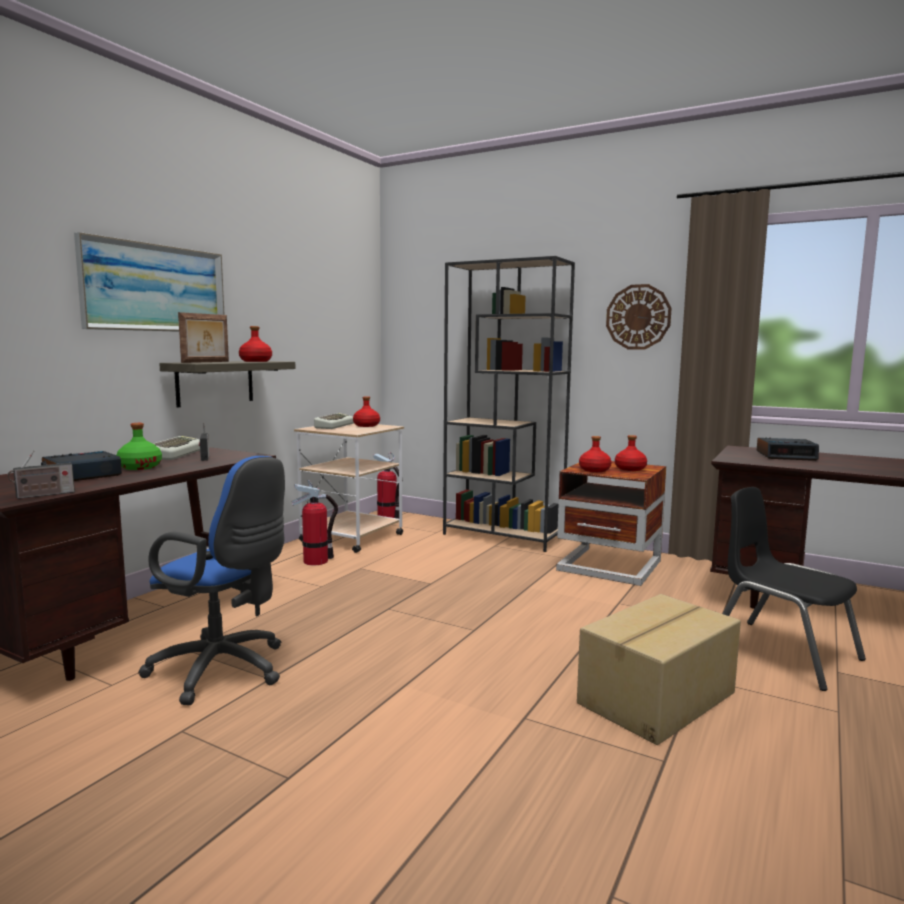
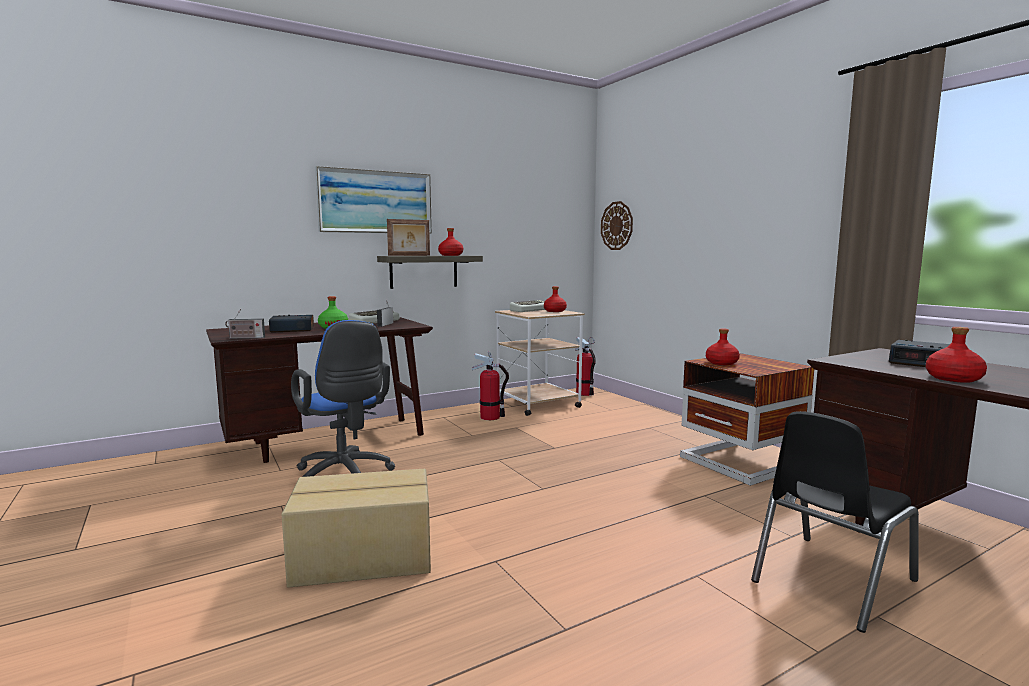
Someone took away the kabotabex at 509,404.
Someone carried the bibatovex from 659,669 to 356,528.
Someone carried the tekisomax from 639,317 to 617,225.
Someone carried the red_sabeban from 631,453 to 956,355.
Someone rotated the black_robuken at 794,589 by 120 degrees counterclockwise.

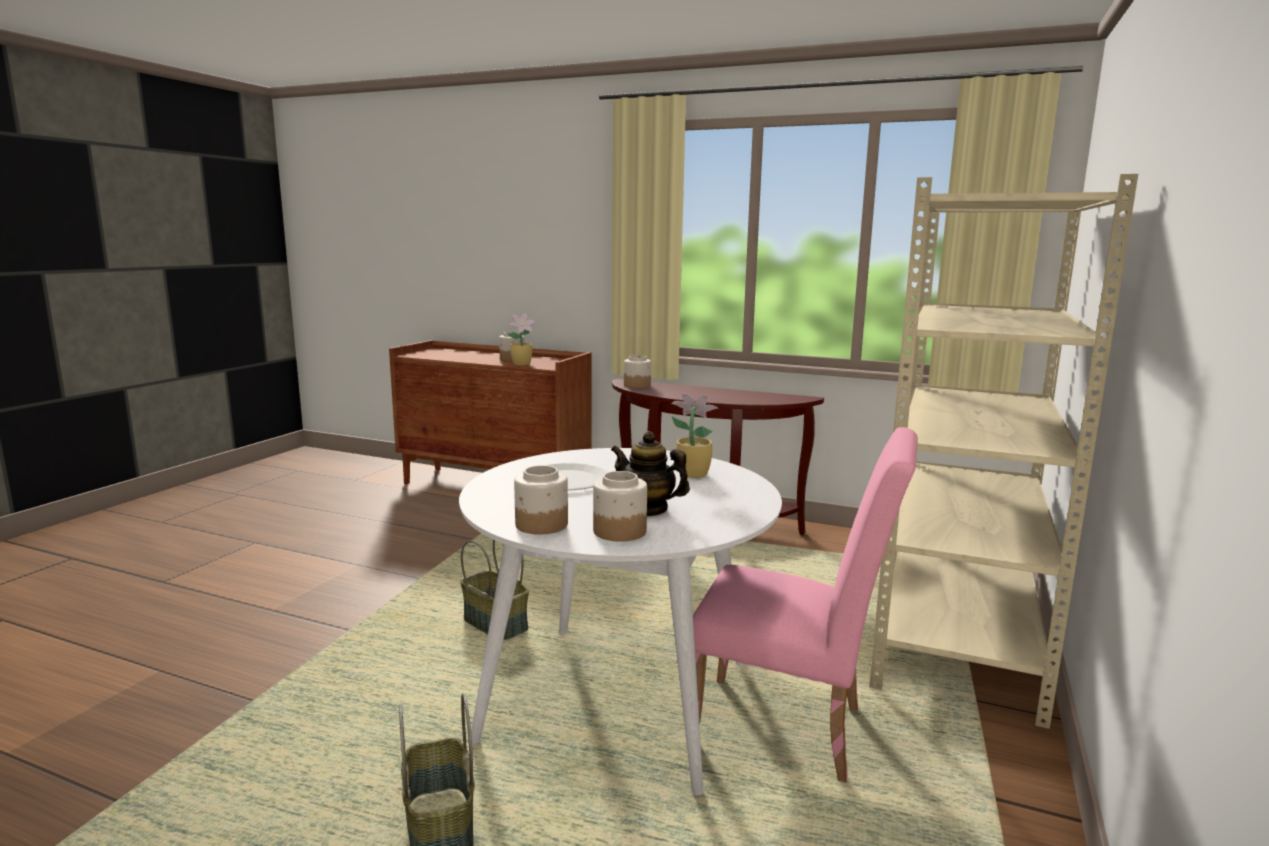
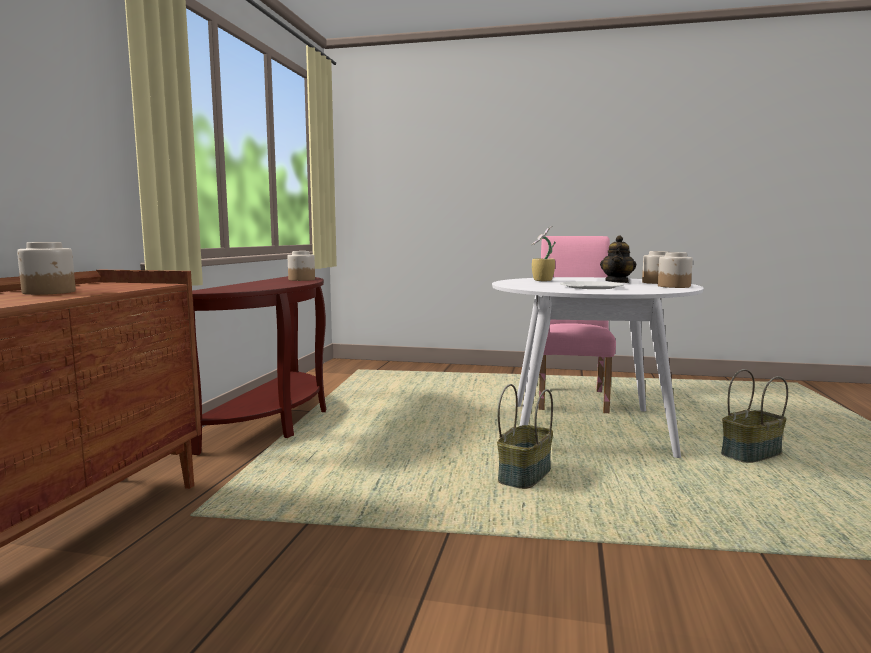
Someone took away the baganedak at 521,339.
Someone carried the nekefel from 637,371 to 301,266.
Someone took away the beige_kabotabex at 1003,451.

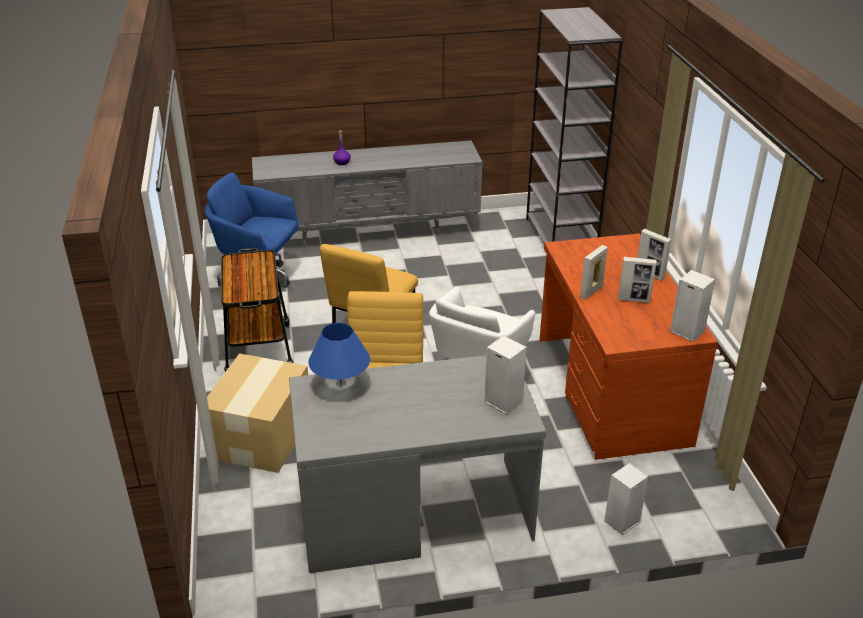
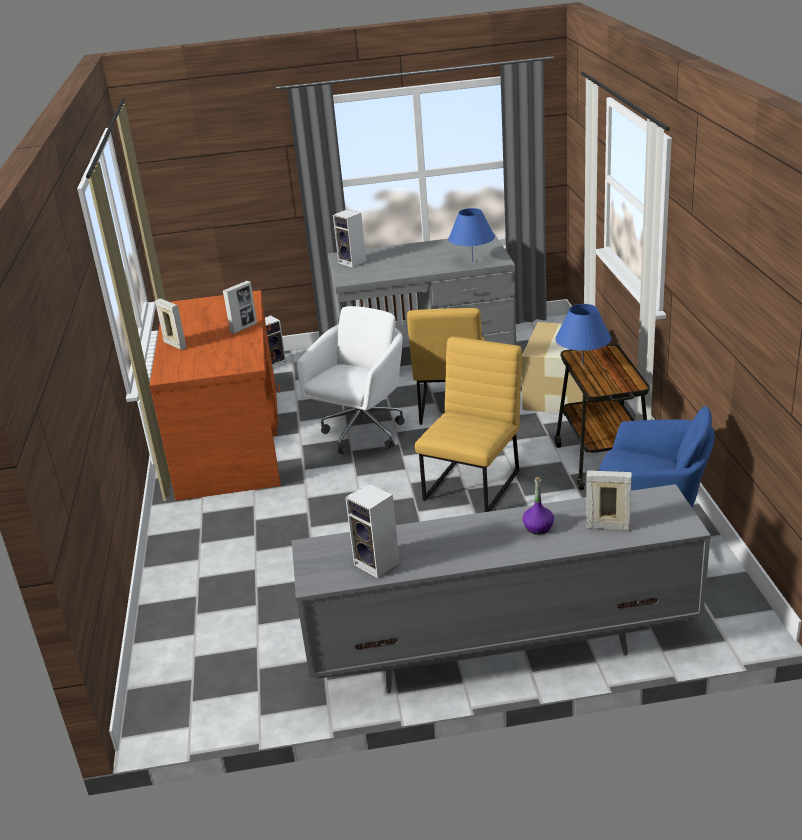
Someone took away the grey_kabotabex at 574,125.
Someone carried the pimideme from 637,280 to 609,500.
Someone carried the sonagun from 692,306 to 372,530.
Someone put down the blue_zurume at 583,329.

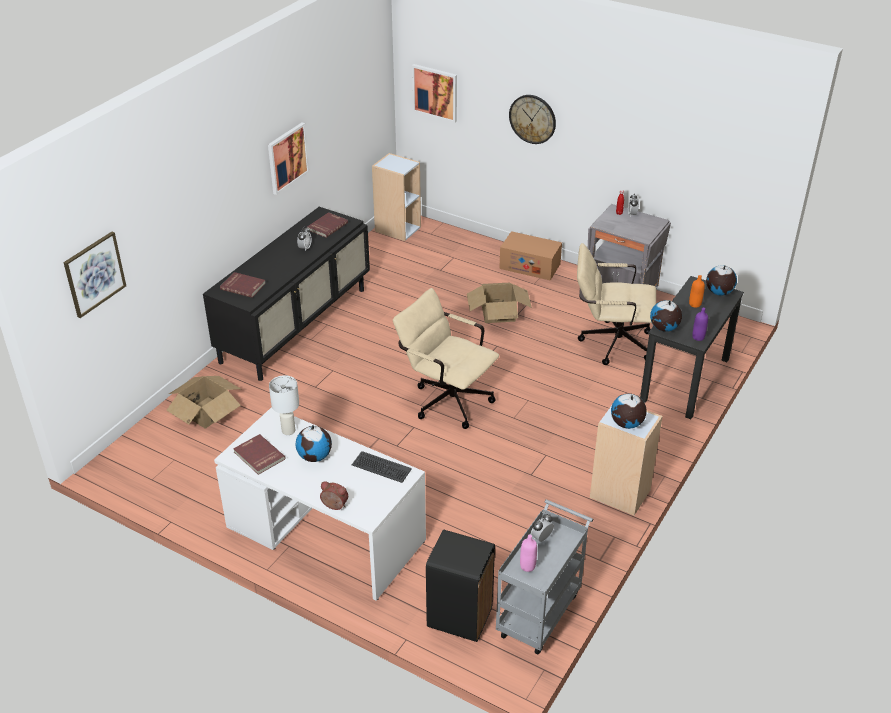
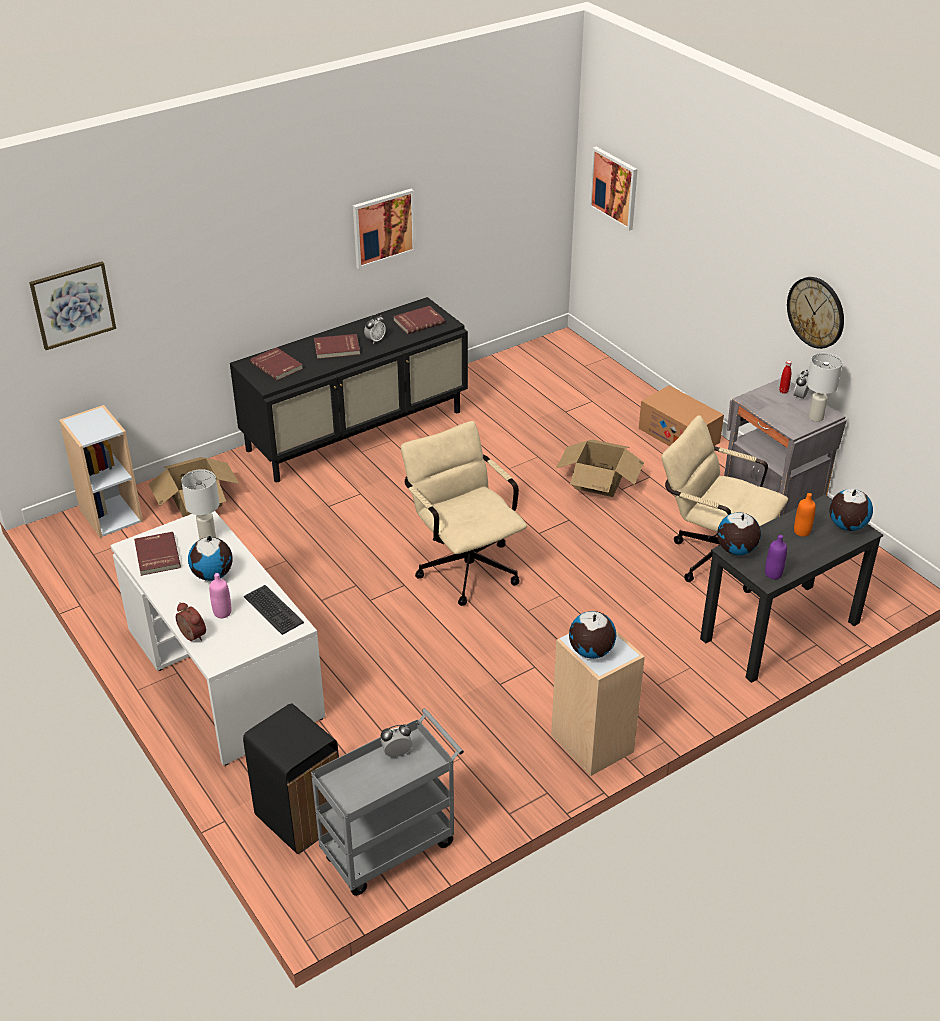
Someone carried the kabotabex from 396,197 to 101,471.
Someone carried the tekisomax from 532,119 to 815,313.
Someone carried the pink_sabeban from 528,553 to 220,595.
Someone put down the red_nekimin at 337,346.
Someone put down the white_zurume at 825,387.

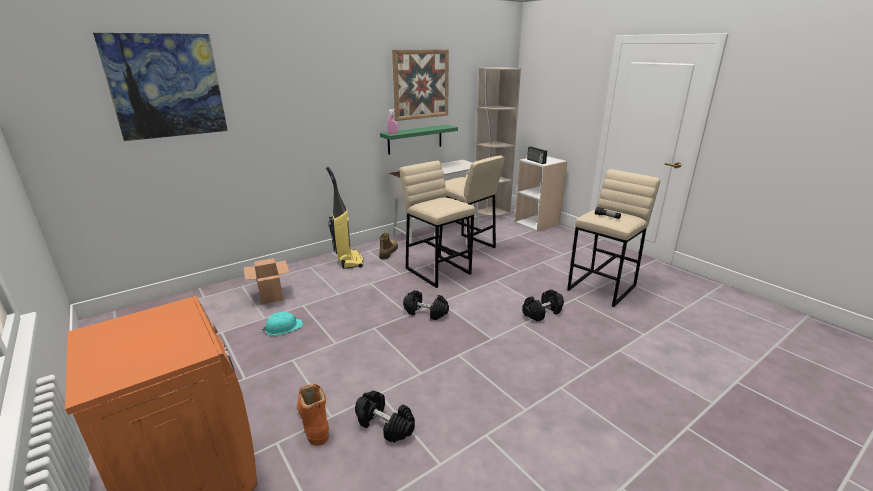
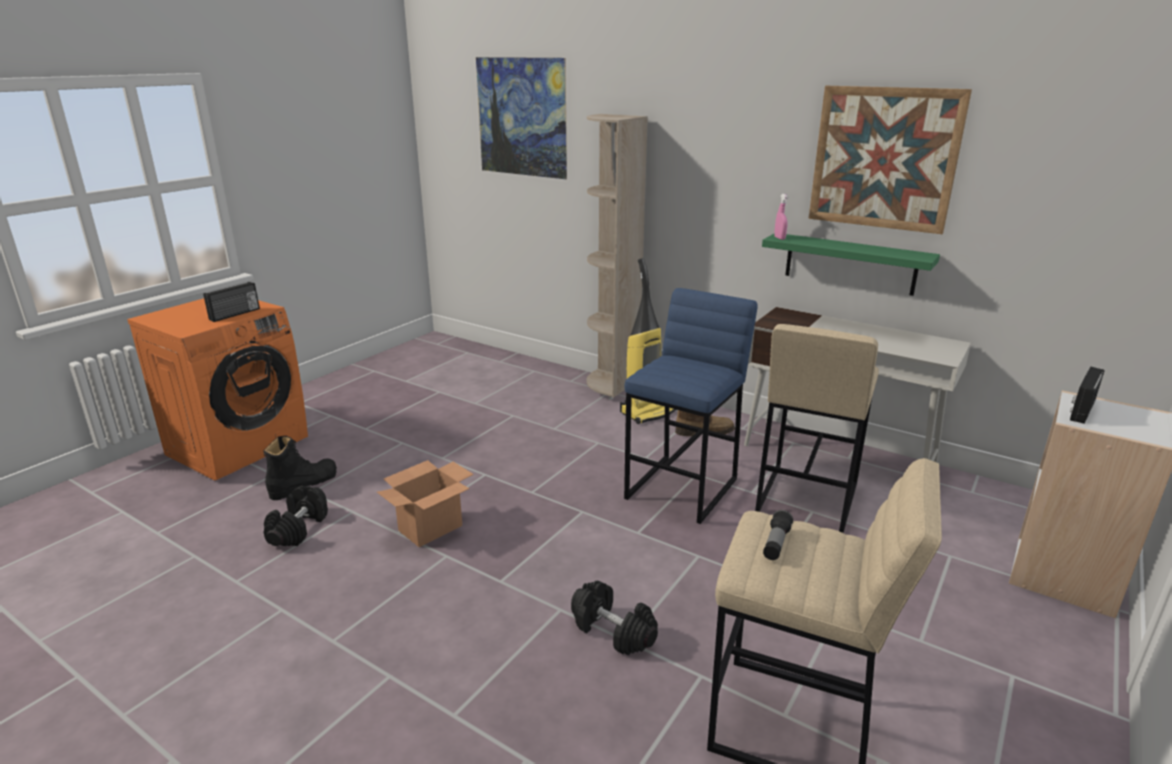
Someone carried the bibatovex from 267,281 to 425,503.
Someone took away the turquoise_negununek at 282,323.
Someone repainted the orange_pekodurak at 313,415, which became the black_pekodurak at 300,468.
Someone repainted the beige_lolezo at 437,224, which became the blue_lolezo at 691,406.
Someone took away the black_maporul at 426,305.
Someone carried the beige_kabotabex from 497,142 to 617,257.
Someone put down the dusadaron at 231,302.

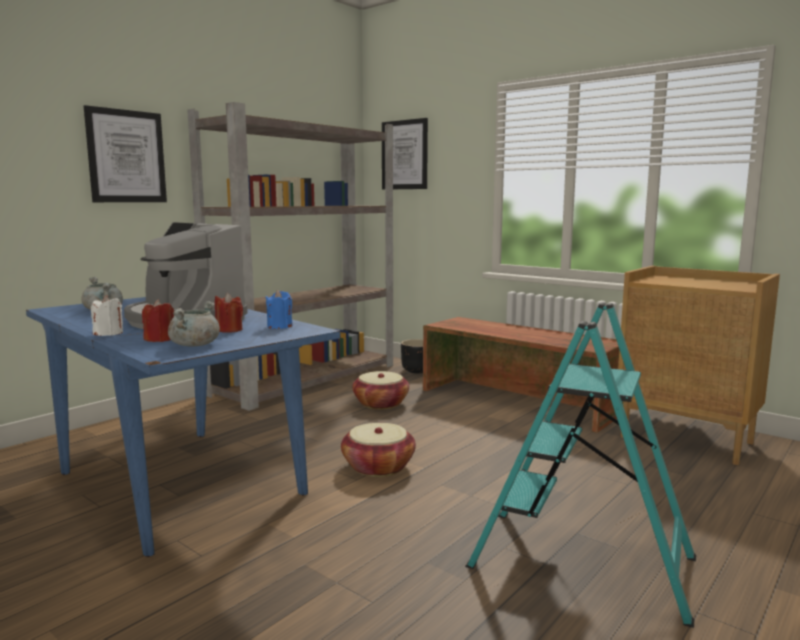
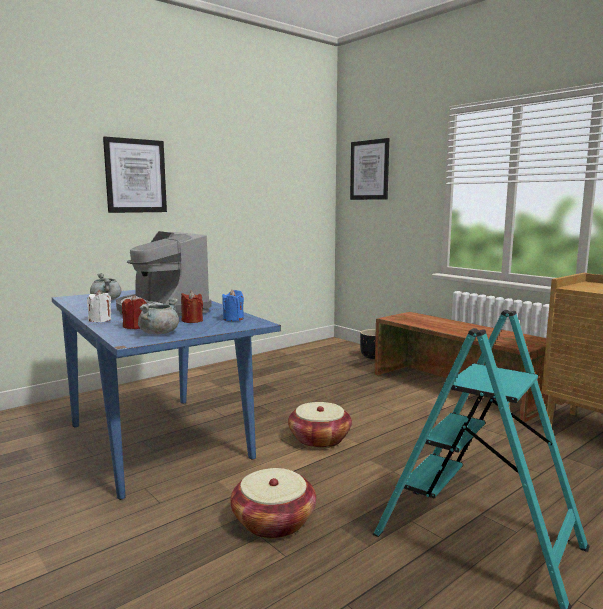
Someone took away the brown_kabotabex at 290,256.
Someone carried the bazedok from 380,390 to 273,503.

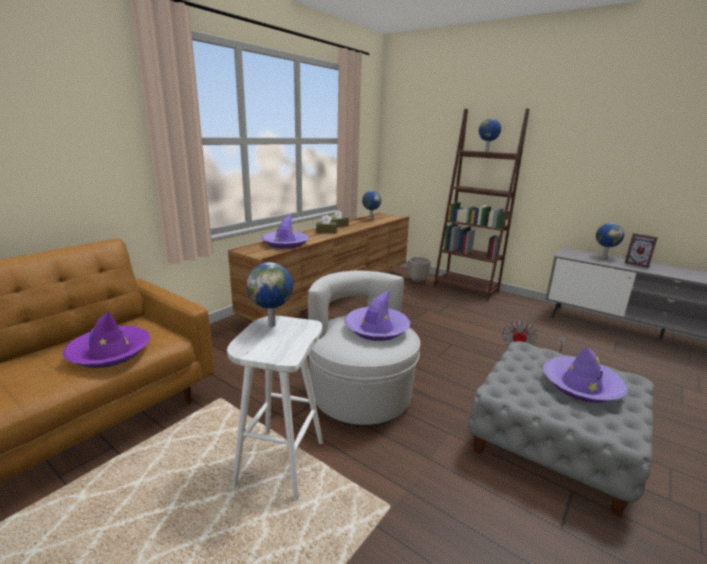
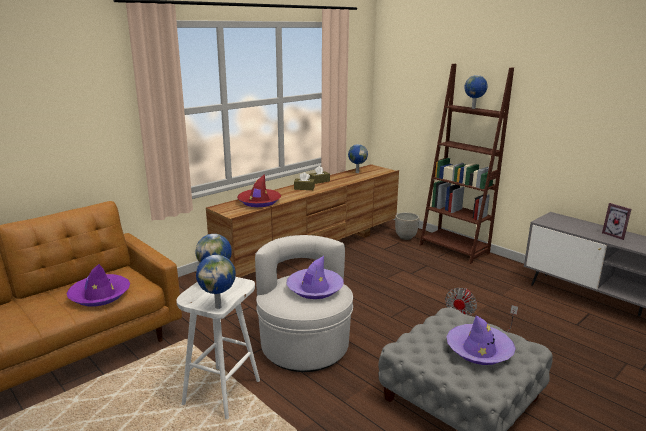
Someone repainted the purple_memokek at 285,231, which became the red_memokek at 259,190.
Someone carried the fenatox from 610,240 to 216,282.

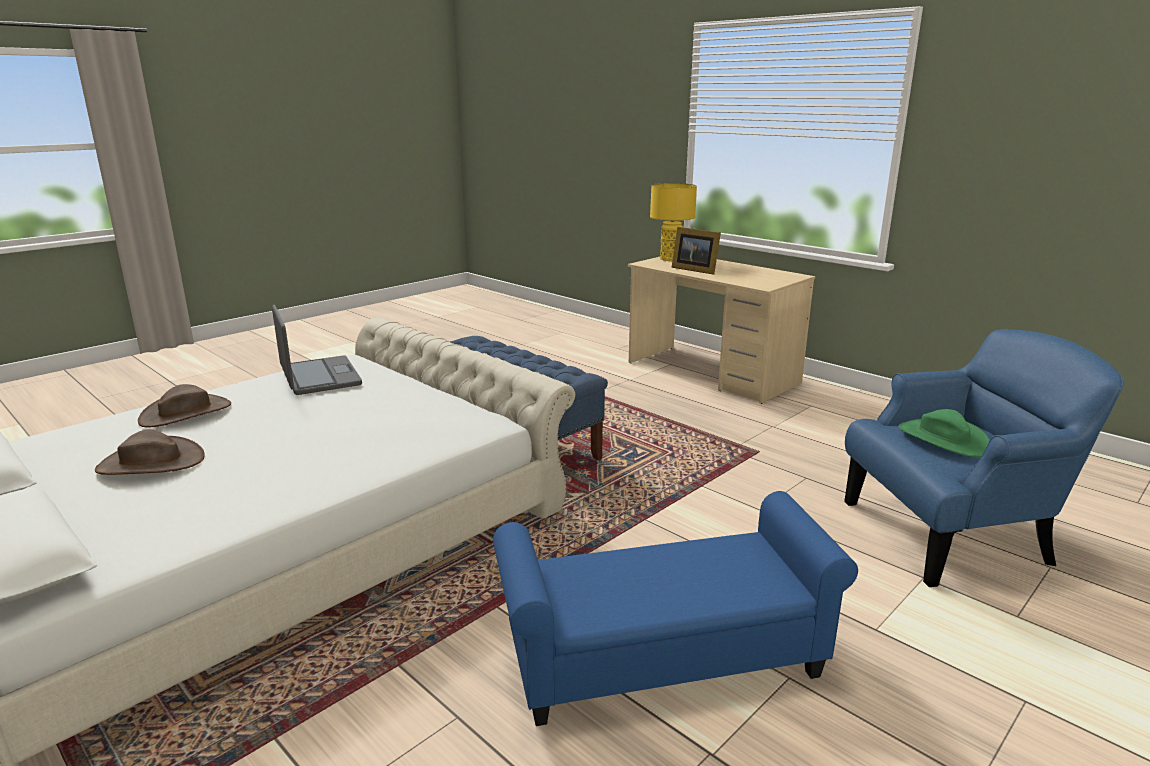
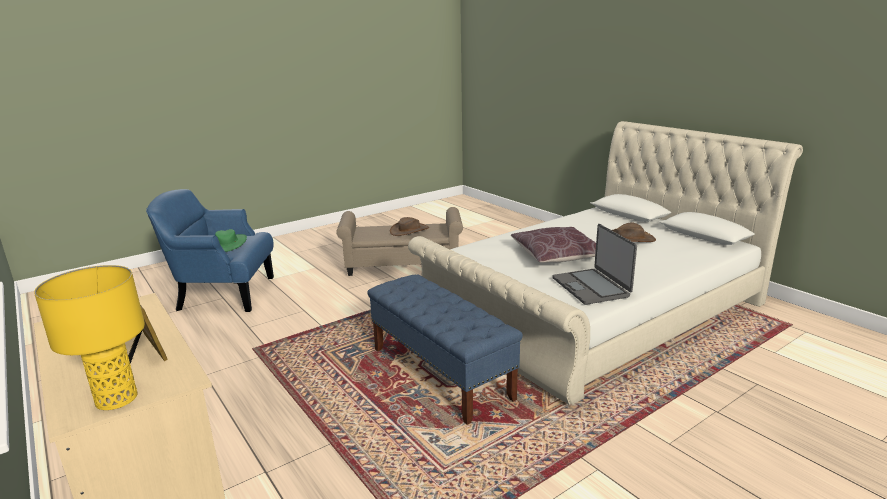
Someone carried the brown_memokek from 184,406 to 409,226.
Someone repainted the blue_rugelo at 675,608, which became the beige_rugelo at 399,241.
Someone put down the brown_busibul at 553,245.

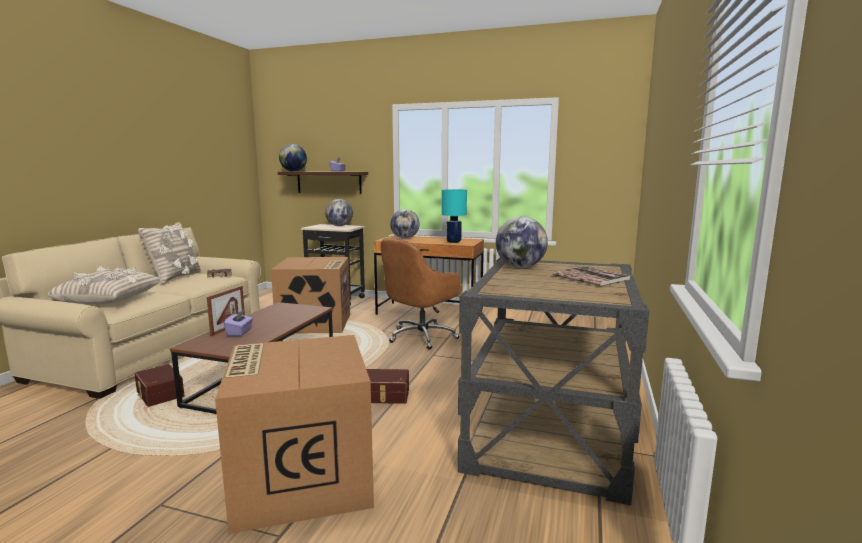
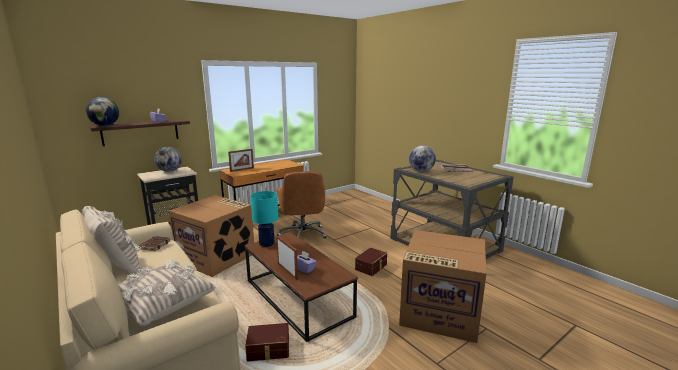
Someone swapped the fenatox at 405,224 for the pimideme at 241,160.
Someone carried the turquoise_zurume from 454,216 to 264,219.

